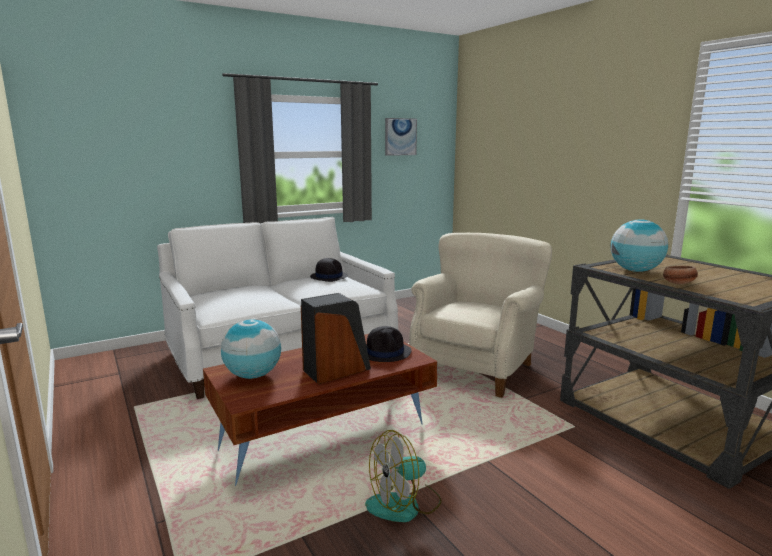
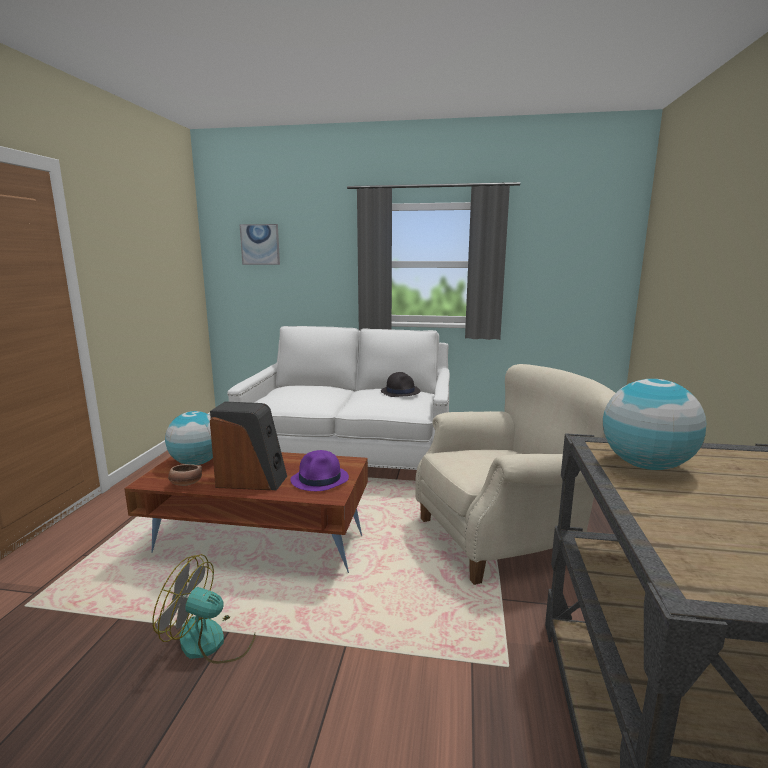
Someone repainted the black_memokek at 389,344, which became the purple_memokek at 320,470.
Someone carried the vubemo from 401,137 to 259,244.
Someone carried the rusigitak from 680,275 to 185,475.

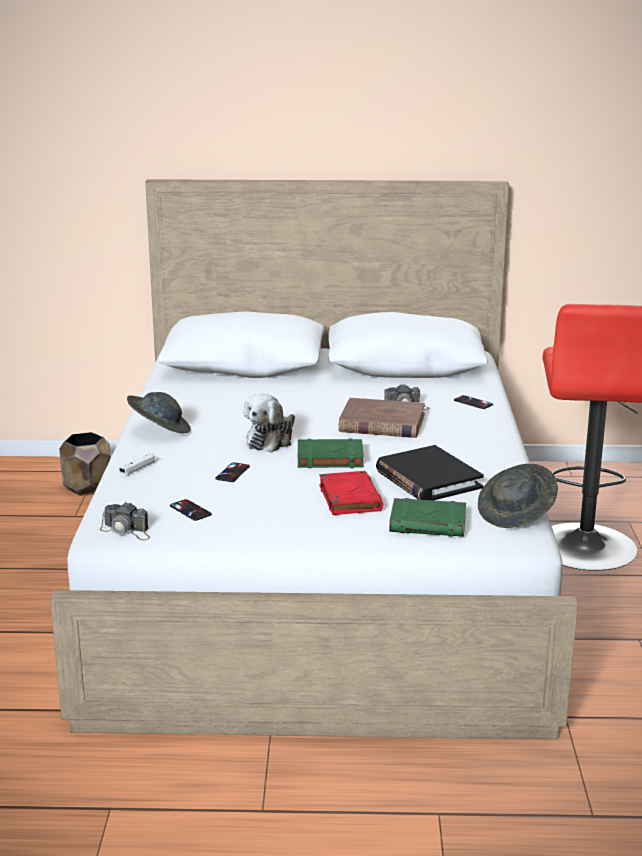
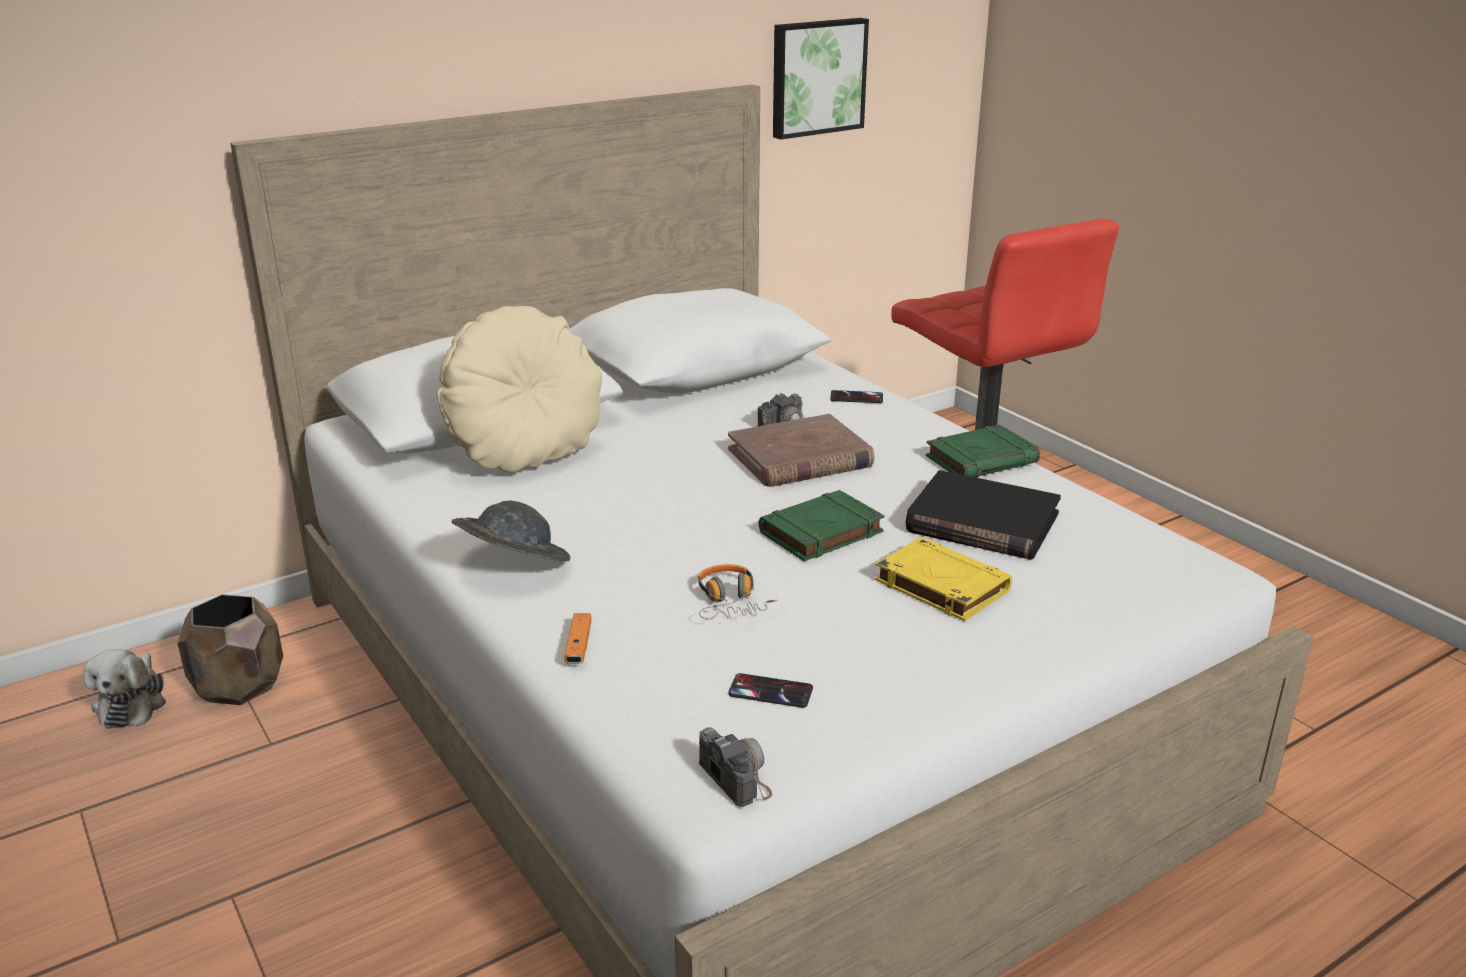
Someone rotated the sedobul at 125,521 by 105 degrees counterclockwise.
Someone repainted the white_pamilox at 137,463, which became the orange_pamilox at 578,638.
Someone swapped the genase at 232,472 for the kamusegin at 737,591.
Someone carried the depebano from 269,423 to 124,689.
Someone repainted the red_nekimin at 351,493, which became the yellow_nekimin at 943,579.
Someone carried the green_nekimin from 427,517 to 983,451.
Someone took away the grey_memokek at 518,496.
Someone put down the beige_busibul at 519,389.
Someone put up the vubemo at 821,79.

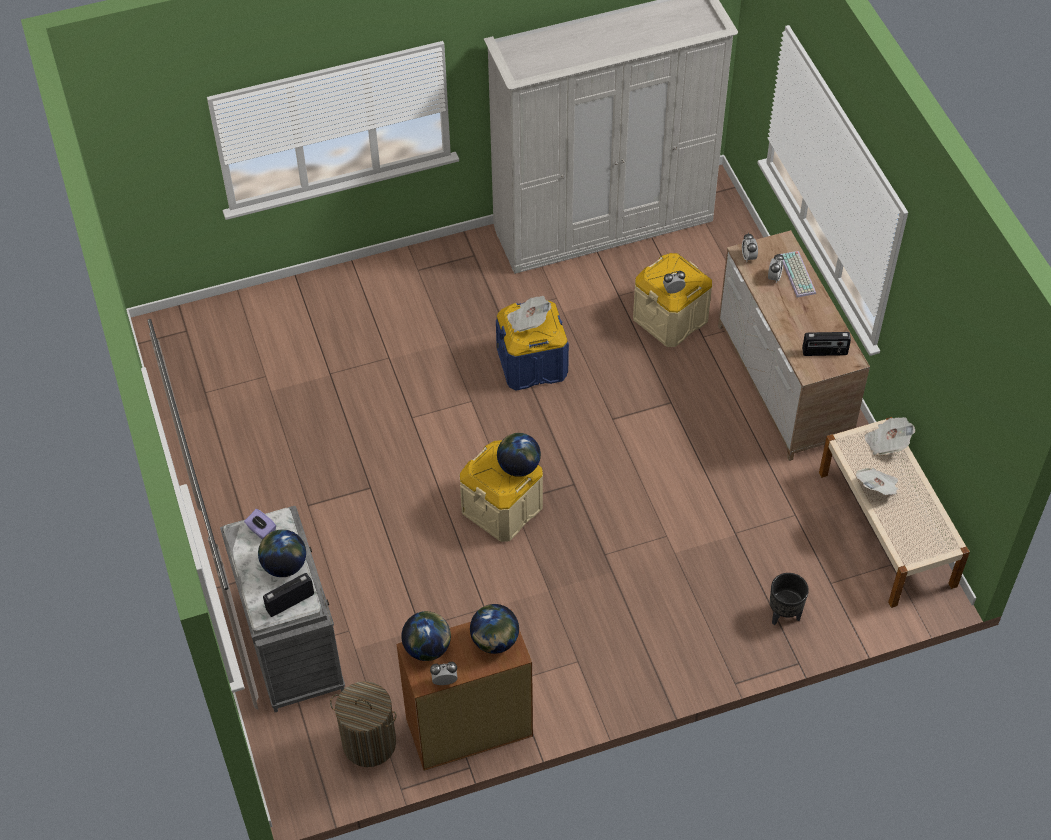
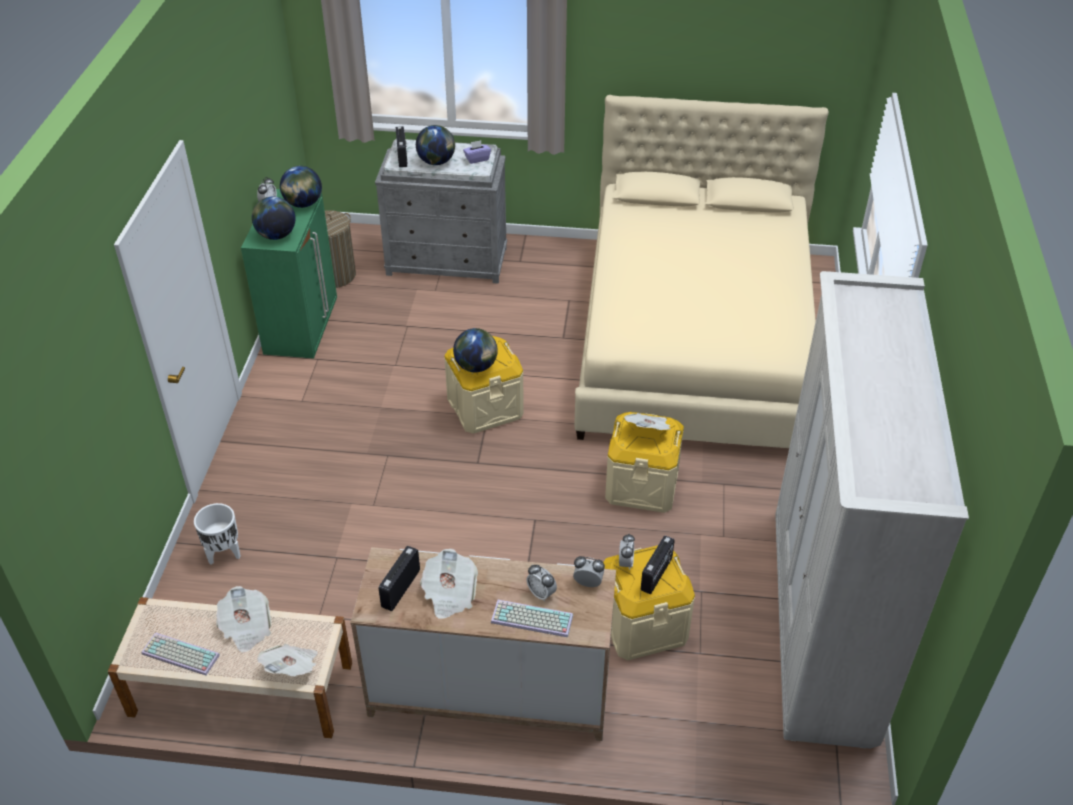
Someone repainted the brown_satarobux at 465,690, which became the green_satarobux at 289,274.
Someone repainted the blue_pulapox at 532,345, which became the beige_pulapox at 644,462.
Someone repainted the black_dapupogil at 789,599, which became the white_dapupogil at 217,534.
Someone put down the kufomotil at 180,654.
Someone put down the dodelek at 449,584.
Someone put down the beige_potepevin at 701,271.
Someone put down the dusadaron at 658,564.

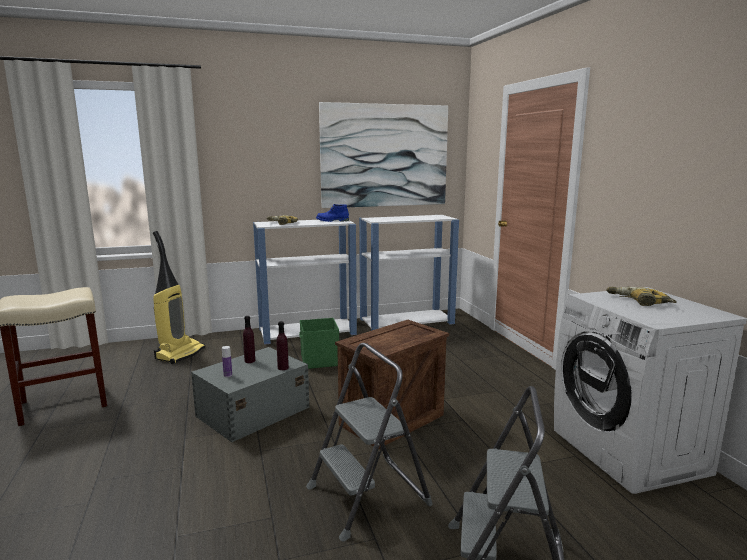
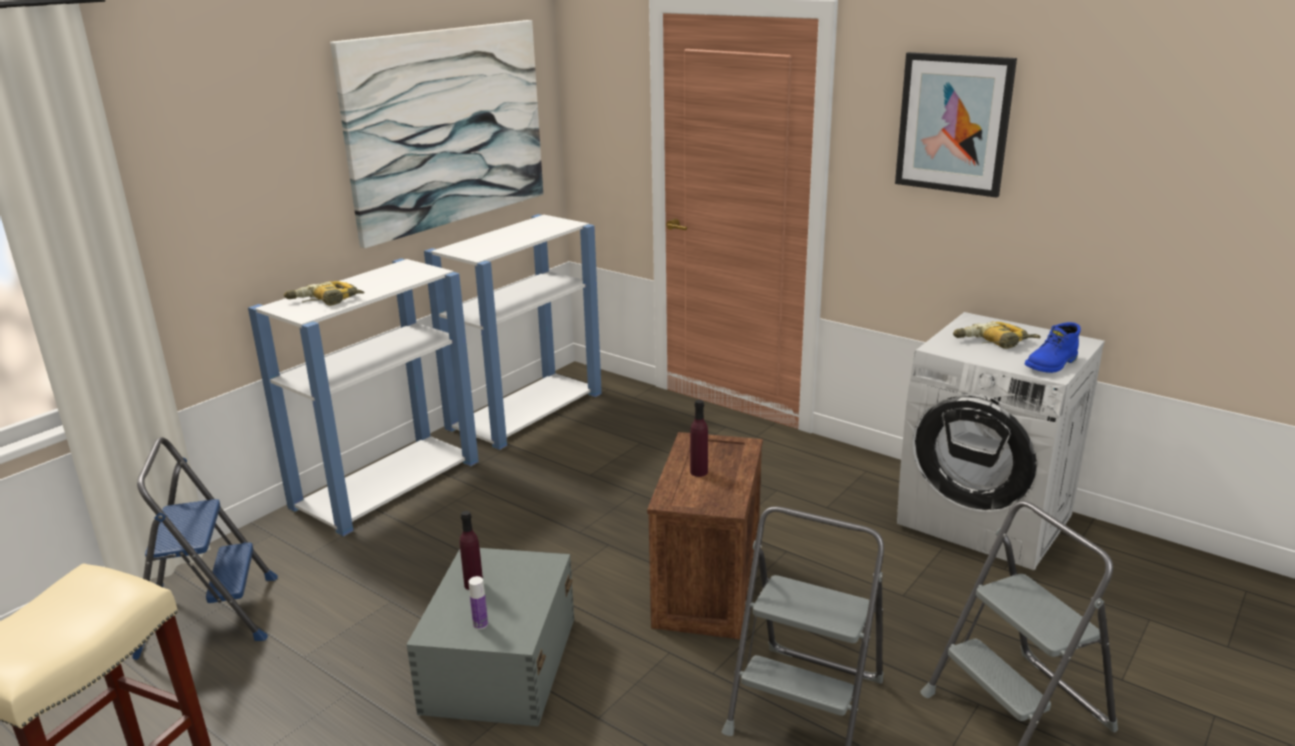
Someone swapped the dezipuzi at 179,297 for the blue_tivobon at 205,548.
Someone carried the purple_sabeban from 282,345 to 699,438.
Someone took away the green_pulapox at 319,343.
Someone carried the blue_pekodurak from 332,213 to 1053,347.
Someone put up the vubemo at 956,125.

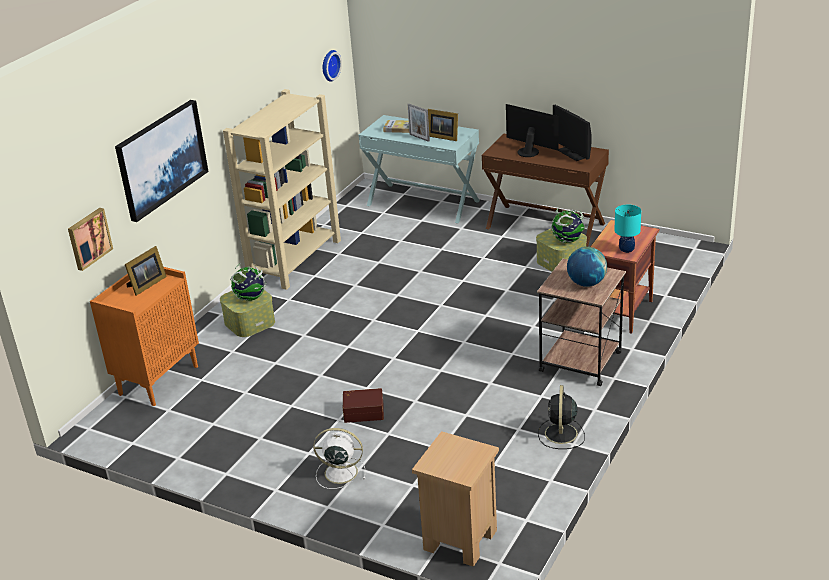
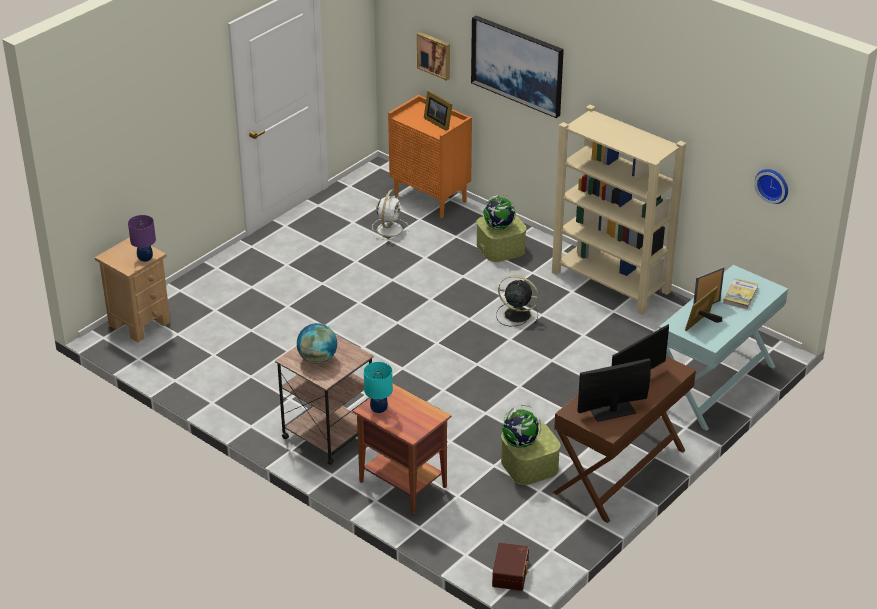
Someone carried the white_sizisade from 339,458 to 390,214.
Someone carried the brown_pulapox from 363,405 to 510,567.
Someone carried the black_sizisade from 561,417 to 517,300.
Someone put down the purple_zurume at 142,238.

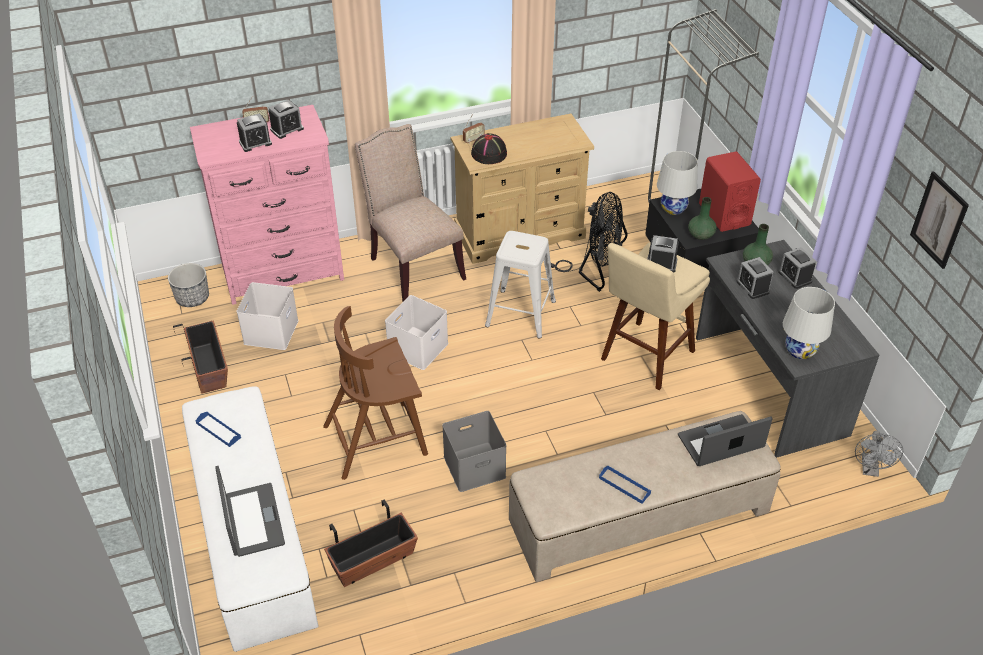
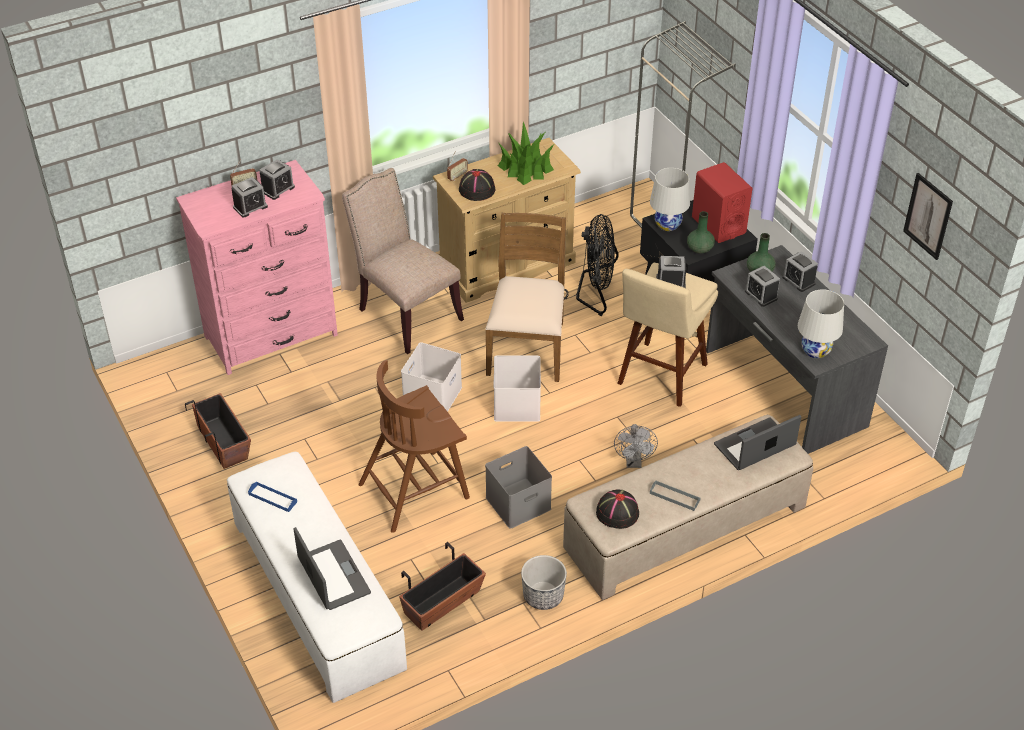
Someone carried the dapupogil from 188,285 to 544,582.
Someone carried the white_pulapox from 267,316 to 517,389.
Someone swapped the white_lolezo at 520,285 for the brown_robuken at 525,297.
Someone repainted the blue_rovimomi at 625,484, which became the grey_rovimomi at 675,495.
Someone carried the grey_sizisade from 879,454 to 636,446.
Someone put down the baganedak at 526,153.
Someone put down the black_memokek at 617,509.

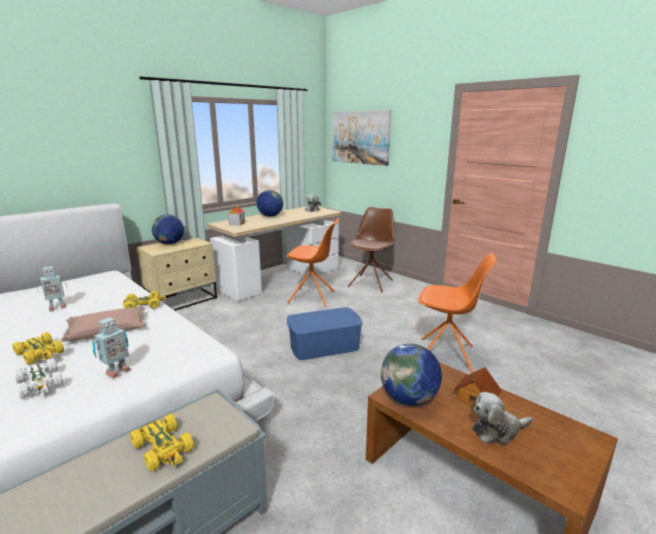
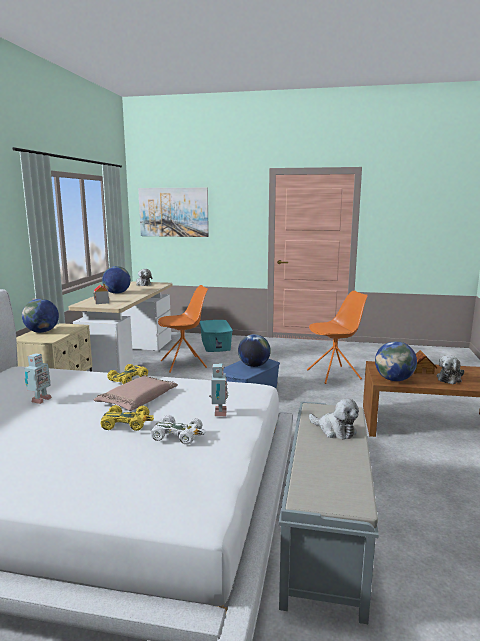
Someone swapped the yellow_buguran at 162,442 for the depebano at 334,418.
Someone swapped the brown_robuken at 371,249 for the turquoise_pulapox at 216,336.
Someone put down the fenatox at 254,350.

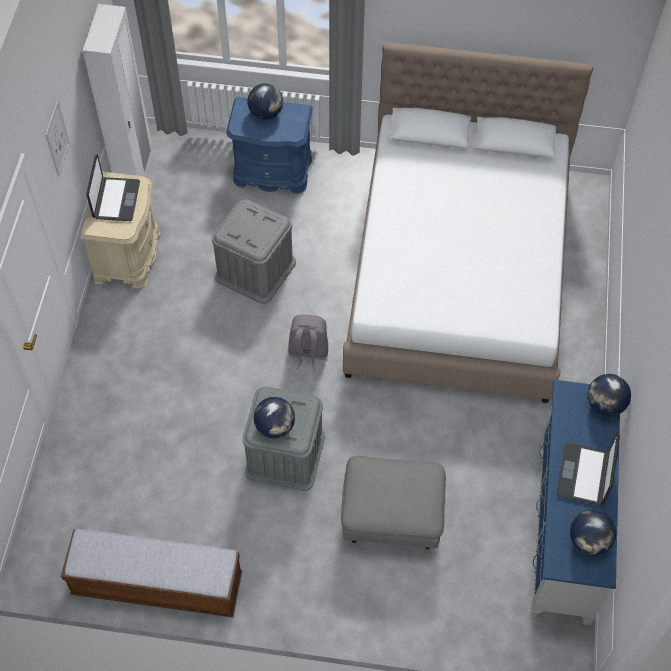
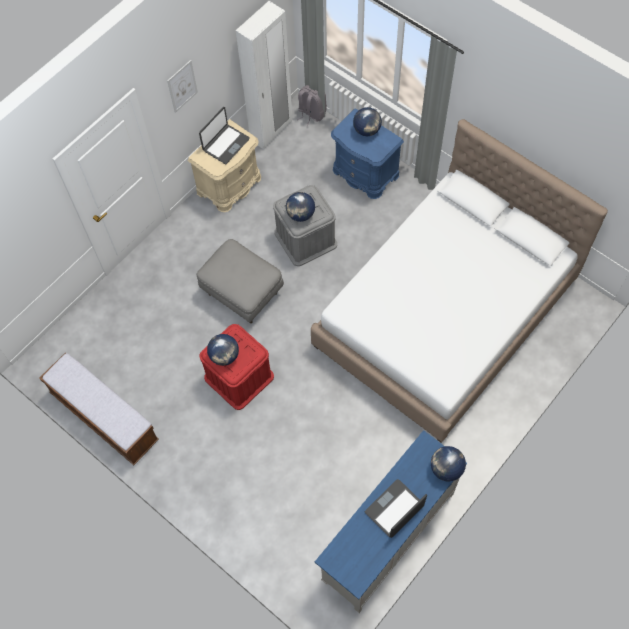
Someone repainted the grey_pulapox at 284,439, which became the red_pulapox at 237,367.
Someone carried the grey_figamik from 308,343 to 312,105.
Someone carried the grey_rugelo from 393,502 to 240,281.
Someone carried the fenatox from 593,533 to 300,207.

